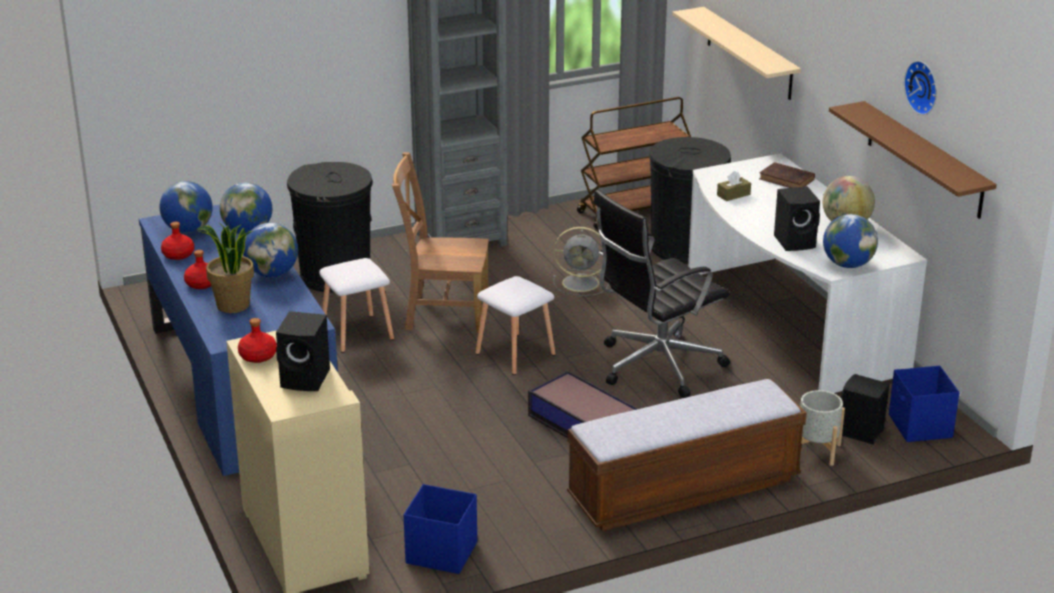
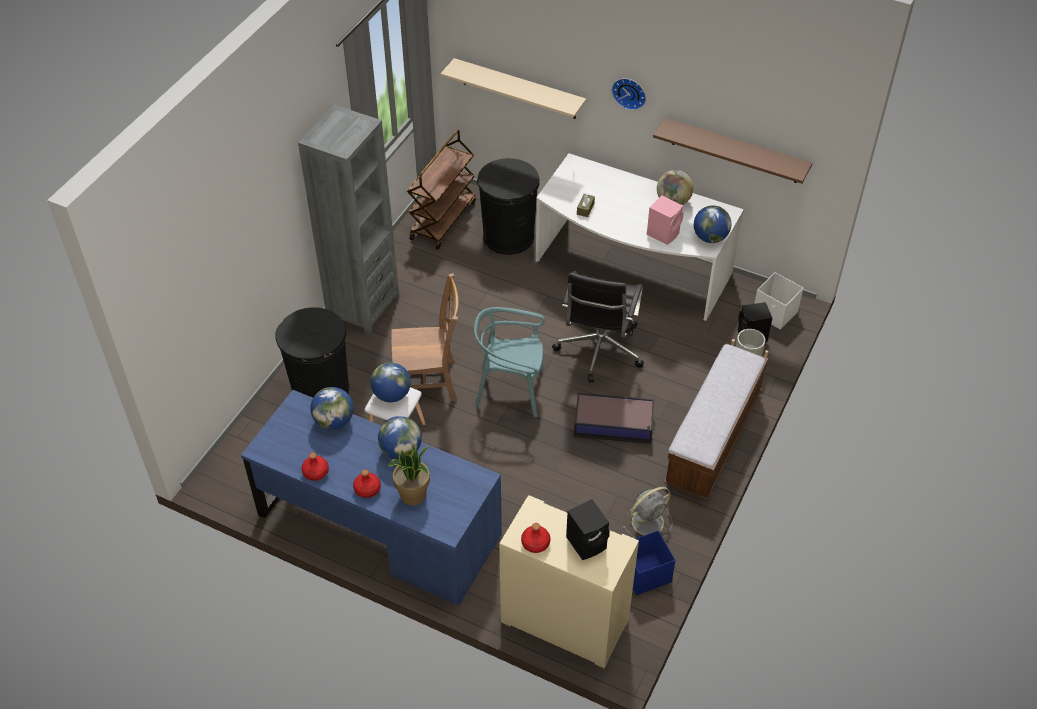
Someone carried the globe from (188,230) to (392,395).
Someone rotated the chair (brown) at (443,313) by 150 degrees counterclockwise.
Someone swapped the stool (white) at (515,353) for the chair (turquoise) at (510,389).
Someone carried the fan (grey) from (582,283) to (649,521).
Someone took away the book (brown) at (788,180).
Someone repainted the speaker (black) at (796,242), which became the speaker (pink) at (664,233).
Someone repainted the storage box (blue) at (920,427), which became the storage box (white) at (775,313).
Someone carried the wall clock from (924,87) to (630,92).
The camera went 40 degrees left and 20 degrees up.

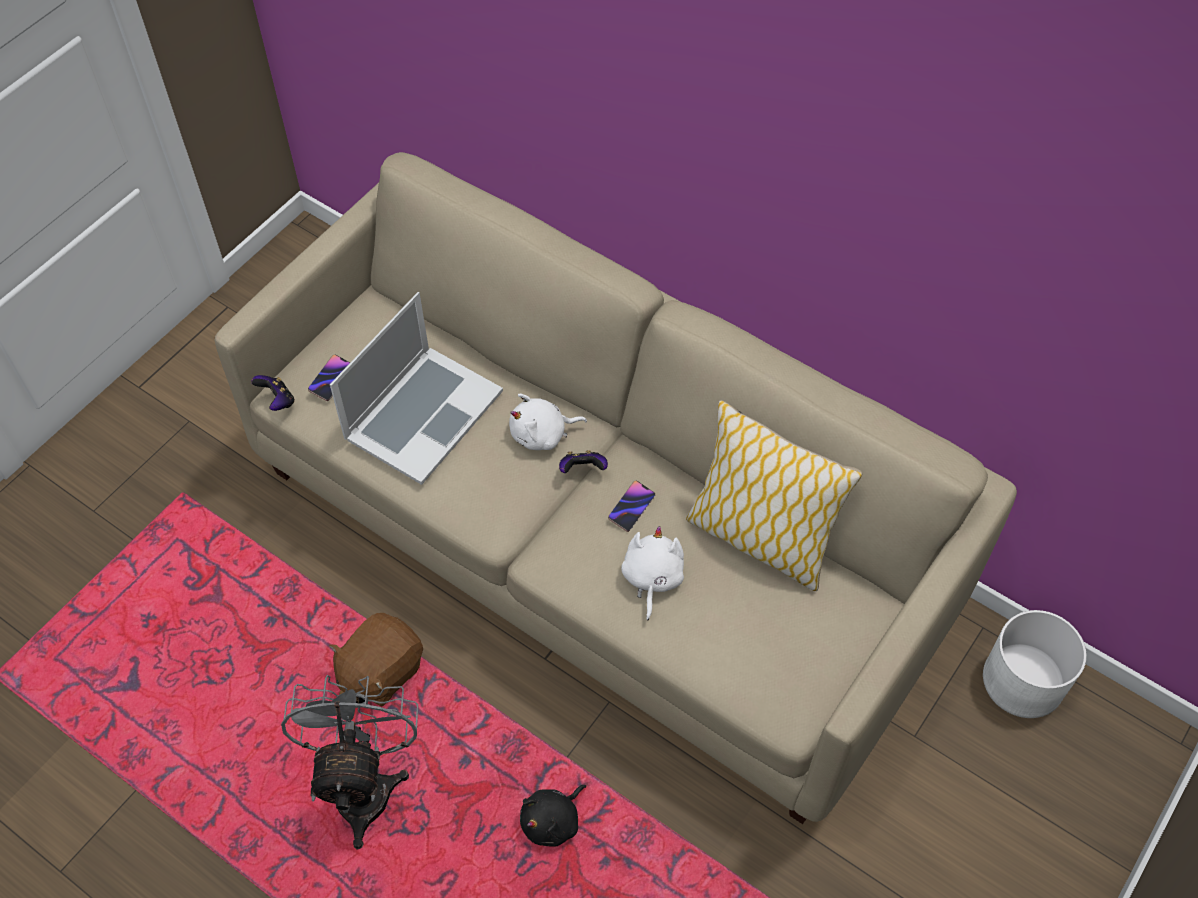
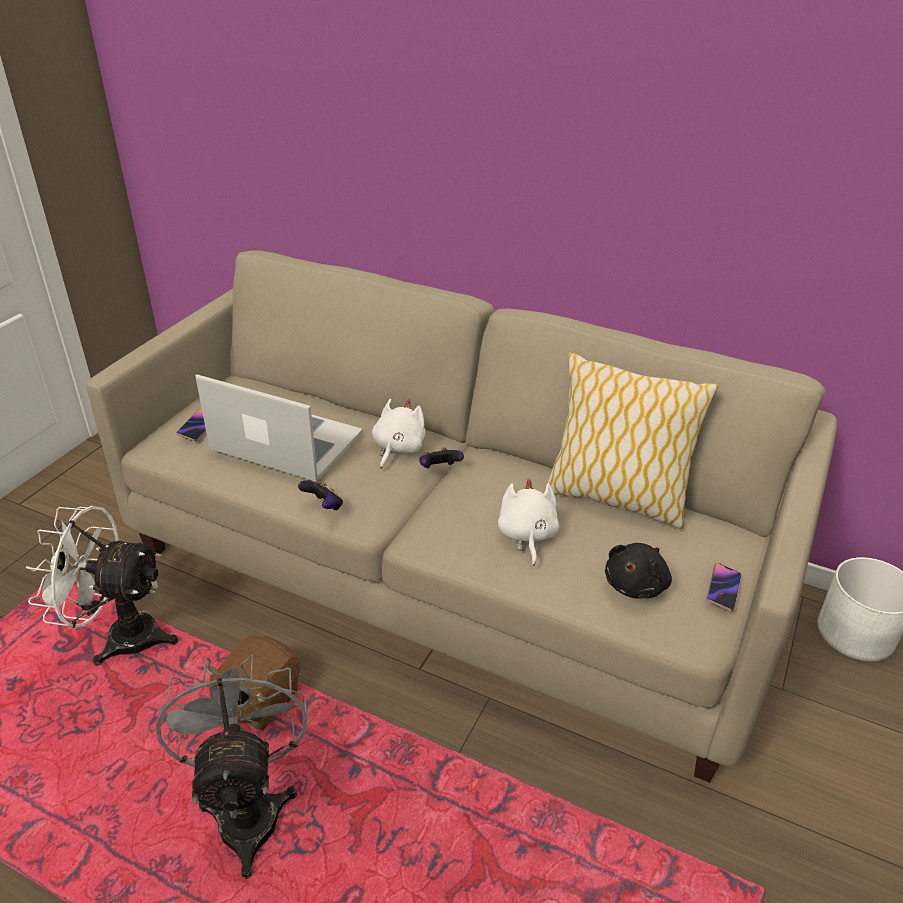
Someone carried the game controller from (277,401) to (324,507).
Someone rotated the laptop at (422,414) by 90 degrees counterclockwise.
Someone rotated the plush toy (white) at (542,434) by 135 degrees clockwise.
Someone carried the plush toy (black) from (553,821) to (637,584).
Someone carried the phone from (631,507) to (723,589).
Someone put down the fan (white) at (121,636).
The camera went 10 degrees left and 20 degrees down.

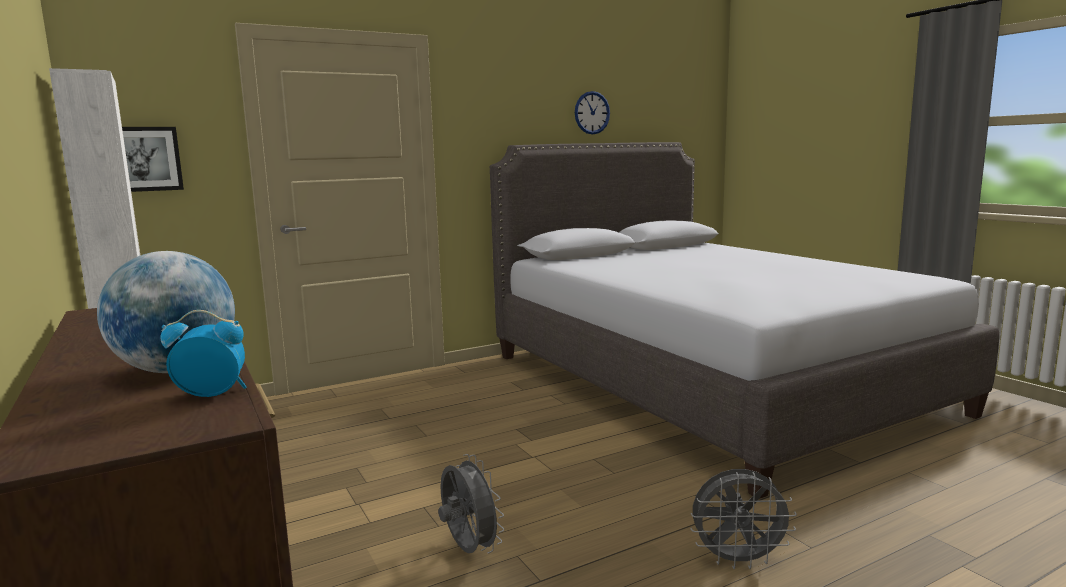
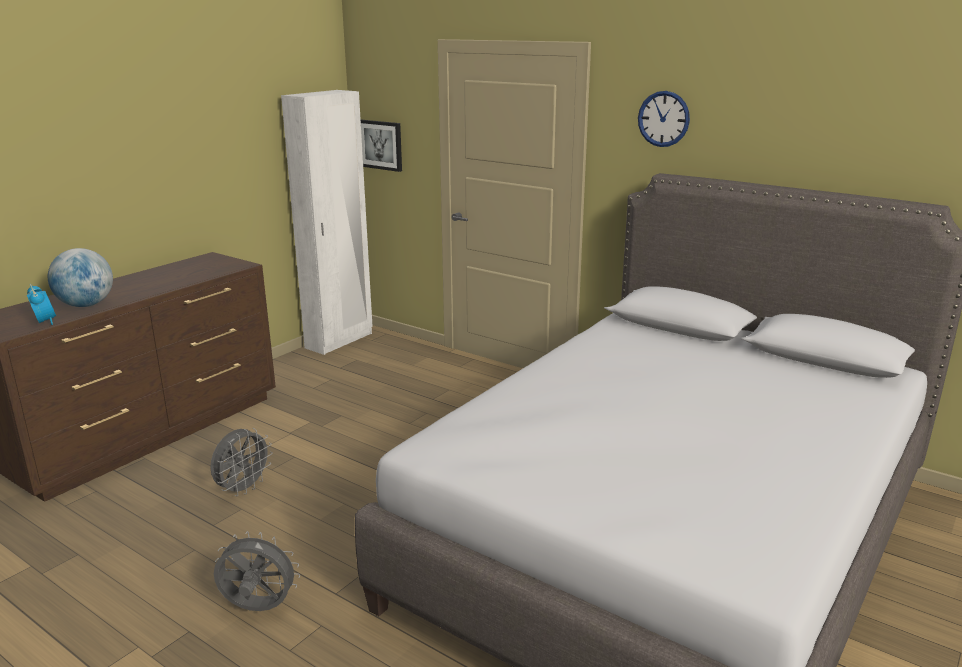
Someone carried the wall clock from (592,112) to (663,119).
Someone rotated the fan (grey) at (738,560) by 120 degrees clockwise.
The camera went 65 degrees right and 10 degrees up.

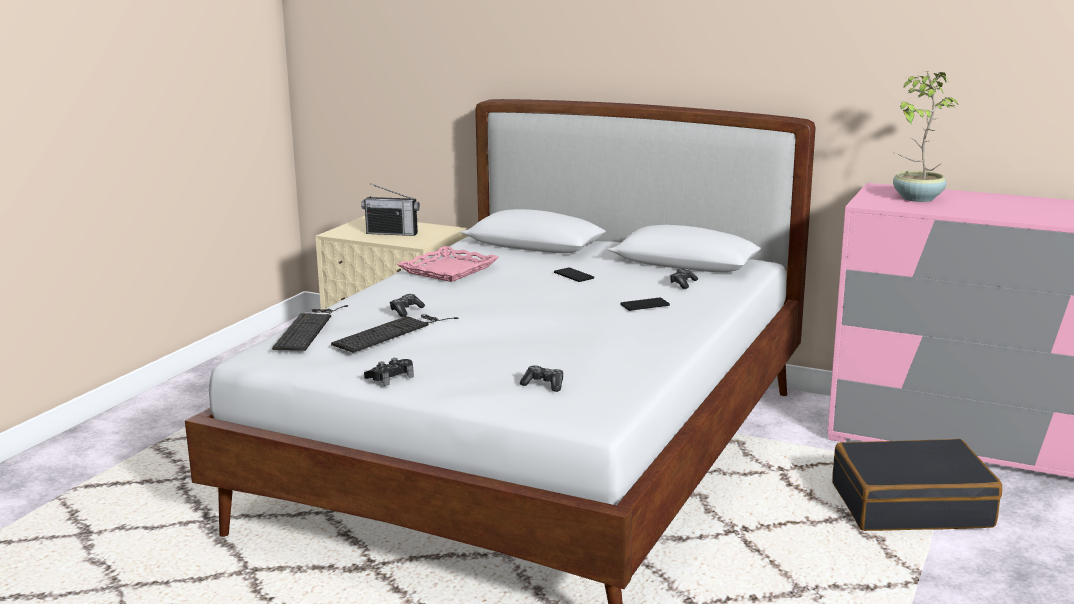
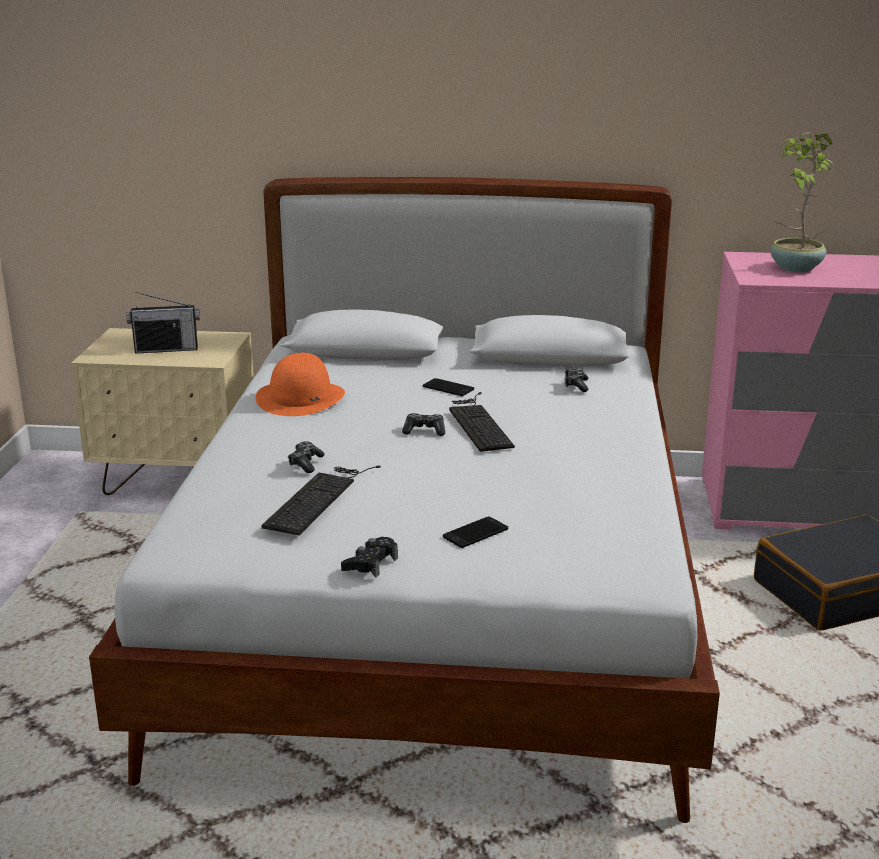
Someone carried the keyboard from (308,328) to (478,423).
Someone swapped the tray (pink) at (449,270) for the hat (orange) at (300,398).
Someone carried the game controller from (544,385) to (424,431).
Someone carried the phone from (645,305) to (475,533).
The camera went 20 degrees left and 5 degrees up.

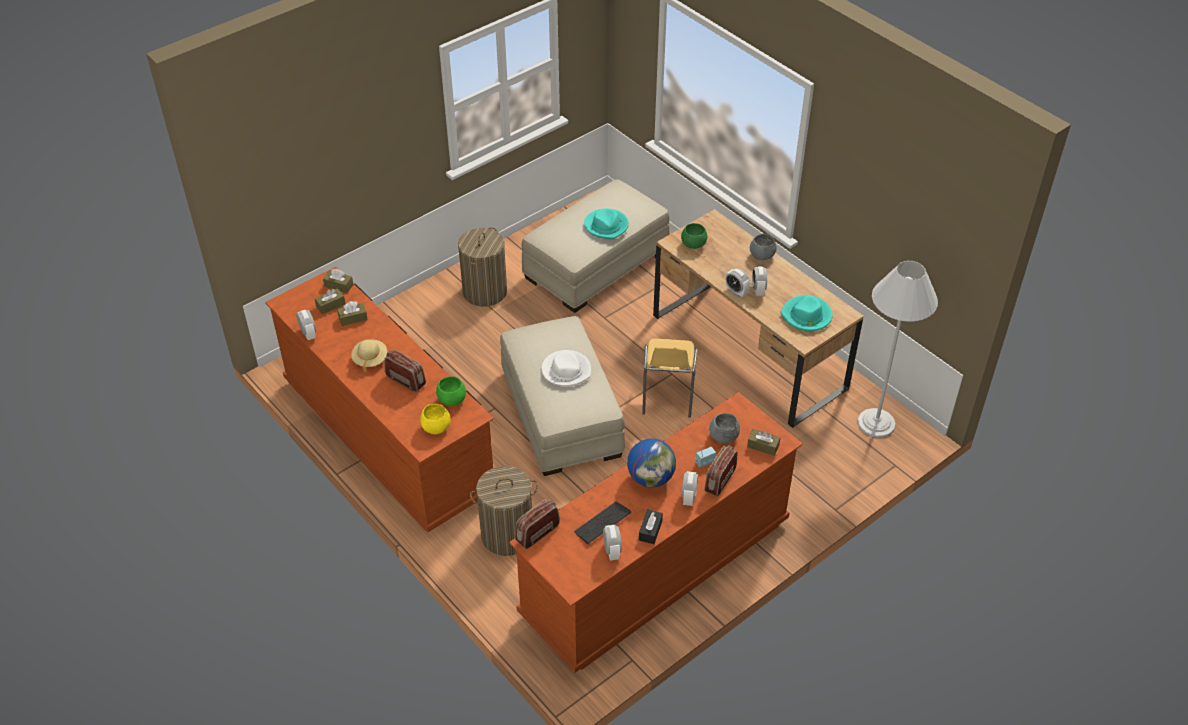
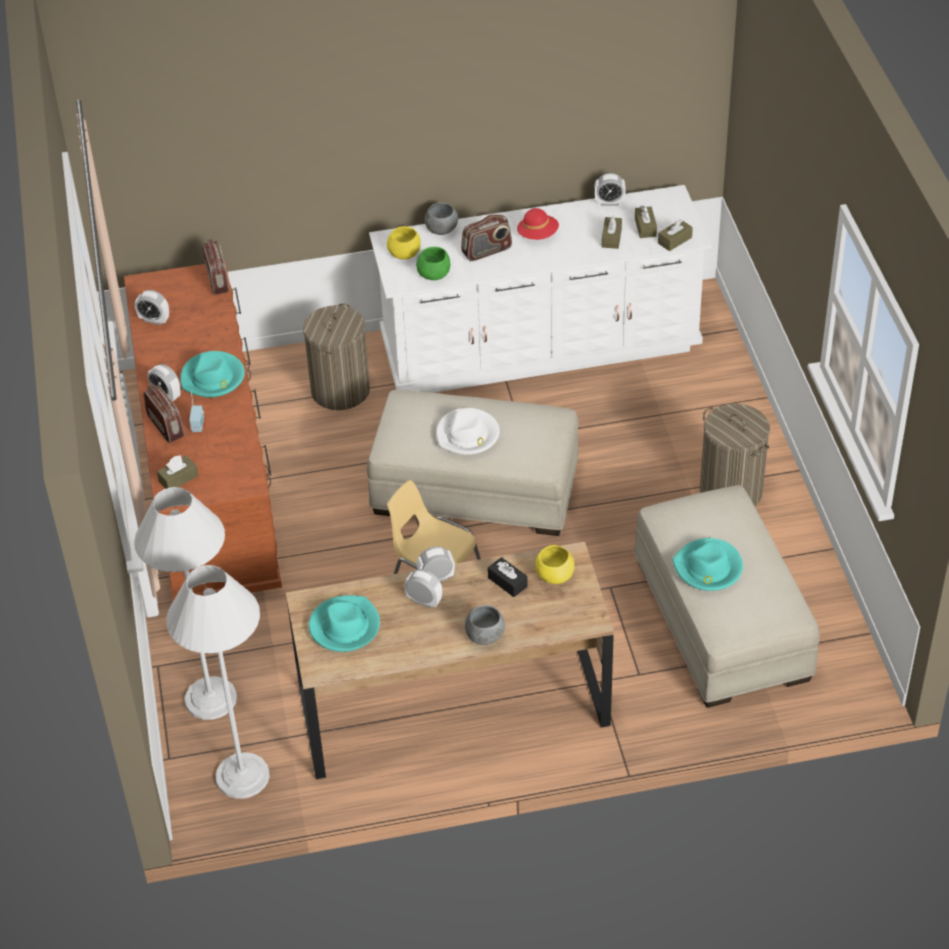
Someone repainted the dresser (brown) at (388,436), which became the dresser (white) at (540,344).
Someone repainted the hat (beige) at (370,359), which became the hat (red) at (538,235).
Someone took away the keyboard at (602,523).
Someone swapped the globe at (651,478) for the hat (turquoise) at (213,378).
Someone carried the tissue box (black) from (650,530) to (507,582).
Someone repainted the bowl (green) at (693,244), which became the bowl (yellow) at (554,575).
Someone carried the bowl (grey) from (724,437) to (441,230).
Someone put down the floor lamp (white) at (210,698).
The camera went 120 degrees right and 0 degrees up.

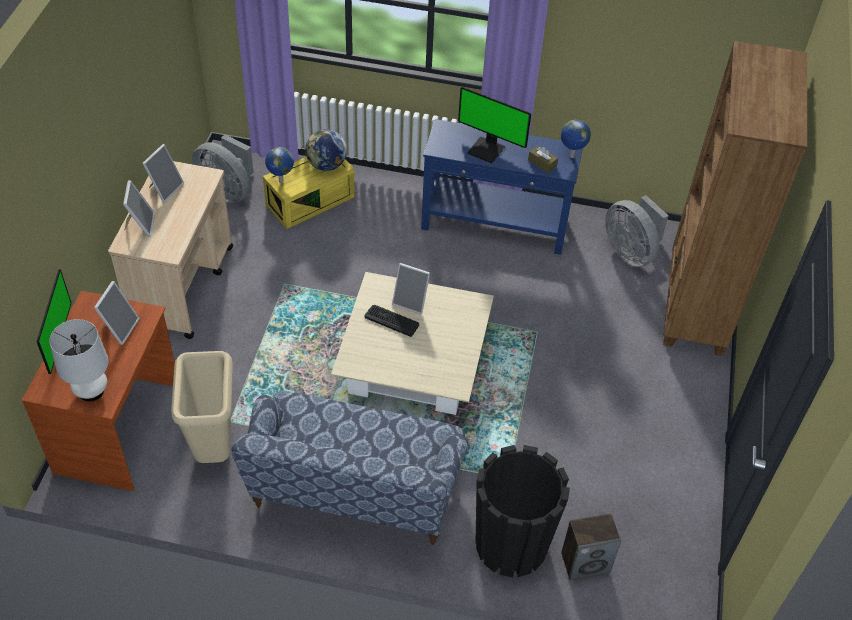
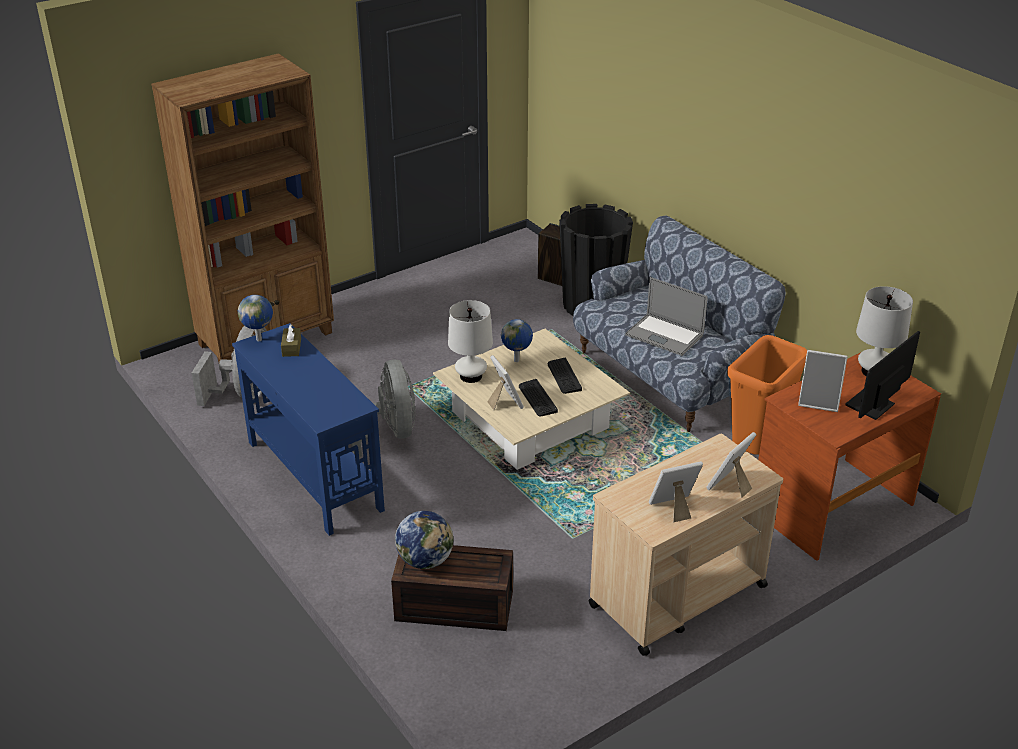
Someone rotated the picture frame at (119,328) by 135 degrees counterclockwise.
Someone repainted the trash can (beige) at (213,448), which became the trash can (orange) at (756,452).
Someone carried the fan (grey) from (227,191) to (389,433).
Someone repainted the storage box (yellow) at (310,199), which became the storage box (brown) at (452,606).
Someone carried the globe from (280,181) to (517,360).
Someone took away the monitor at (487,149).
Someone put down the table lamp (white) at (471,376).
Someone put down the keyboard at (564,376).
Someone put down the laptop at (664,335).
The camera went 135 degrees left and 15 degrees down.

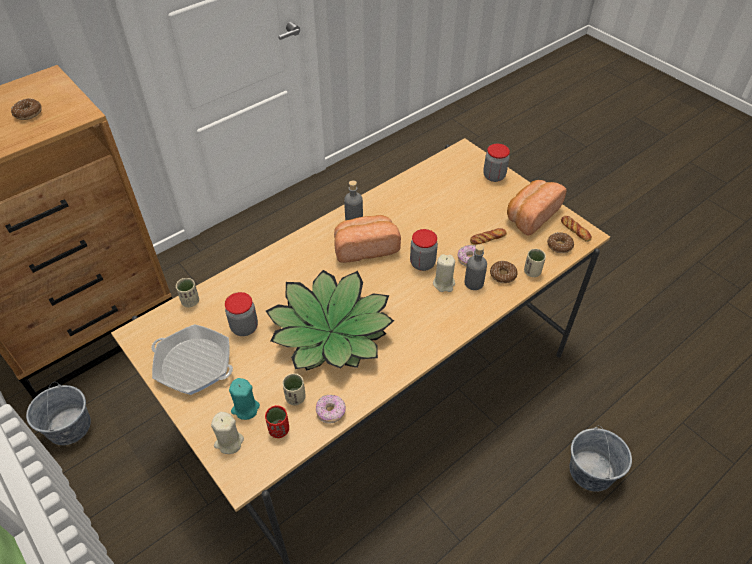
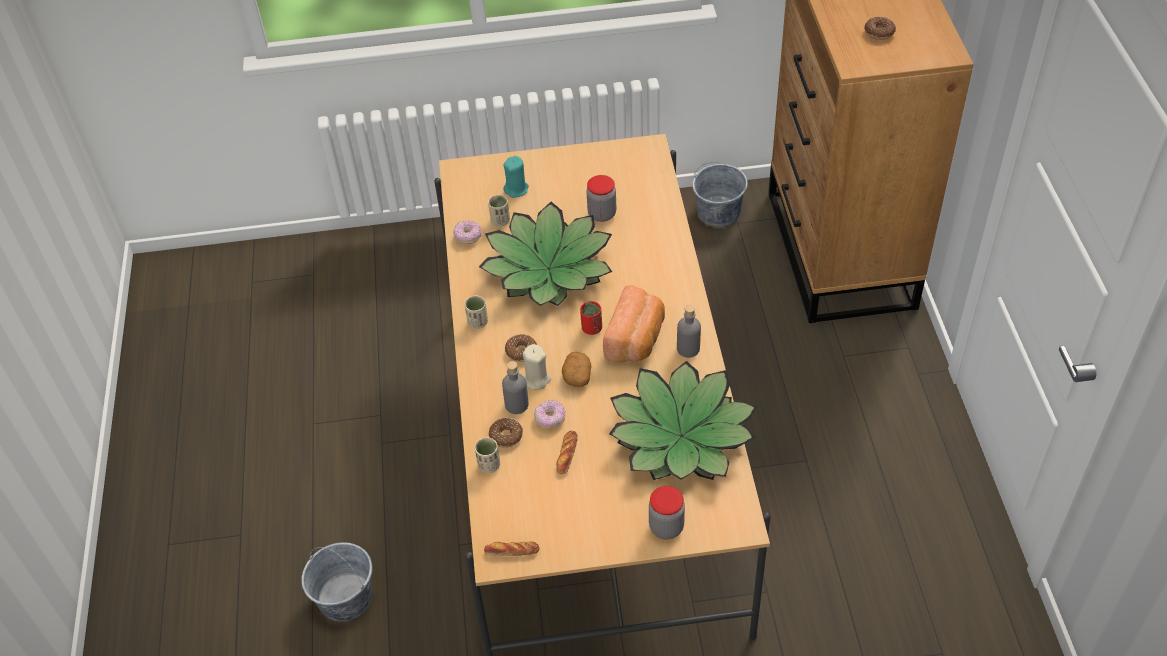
Someone took away the frying pan at (194,364).
Someone carried the cup (beige) from (190,301) to (478,322).
Someone took away the candle (beige) at (229,442).
Someone carried the cup (red) from (279,430) to (591,328).
Someone swapped the jar at (422,263) for the potato at (577,376).
Someone took away the bread at (530,215).
Someone carried the donut from (559,246) to (521,351).
Someone put down the potted plant at (681,435).
The camera went 125 degrees right and 0 degrees up.

